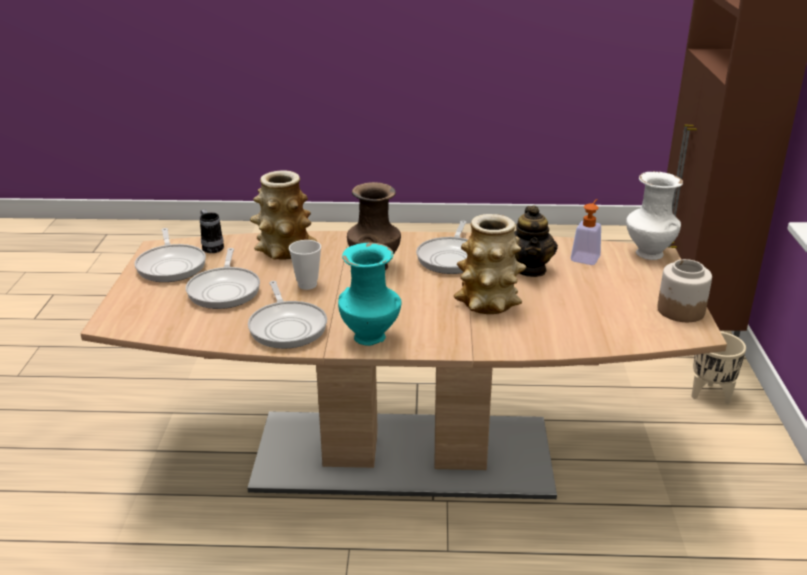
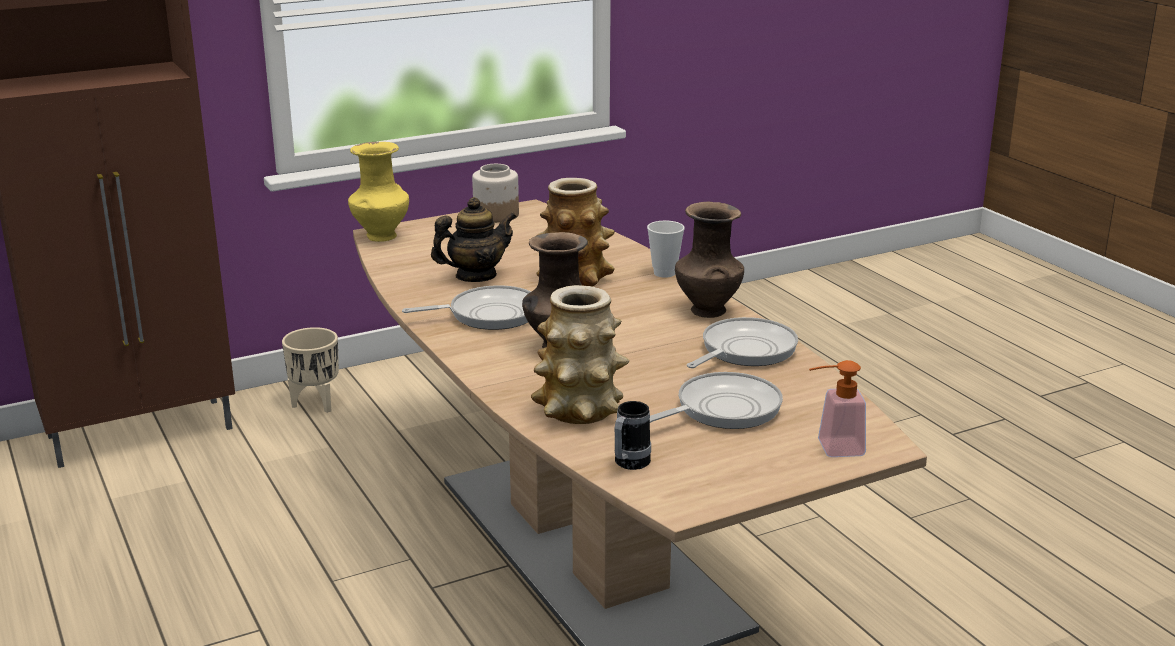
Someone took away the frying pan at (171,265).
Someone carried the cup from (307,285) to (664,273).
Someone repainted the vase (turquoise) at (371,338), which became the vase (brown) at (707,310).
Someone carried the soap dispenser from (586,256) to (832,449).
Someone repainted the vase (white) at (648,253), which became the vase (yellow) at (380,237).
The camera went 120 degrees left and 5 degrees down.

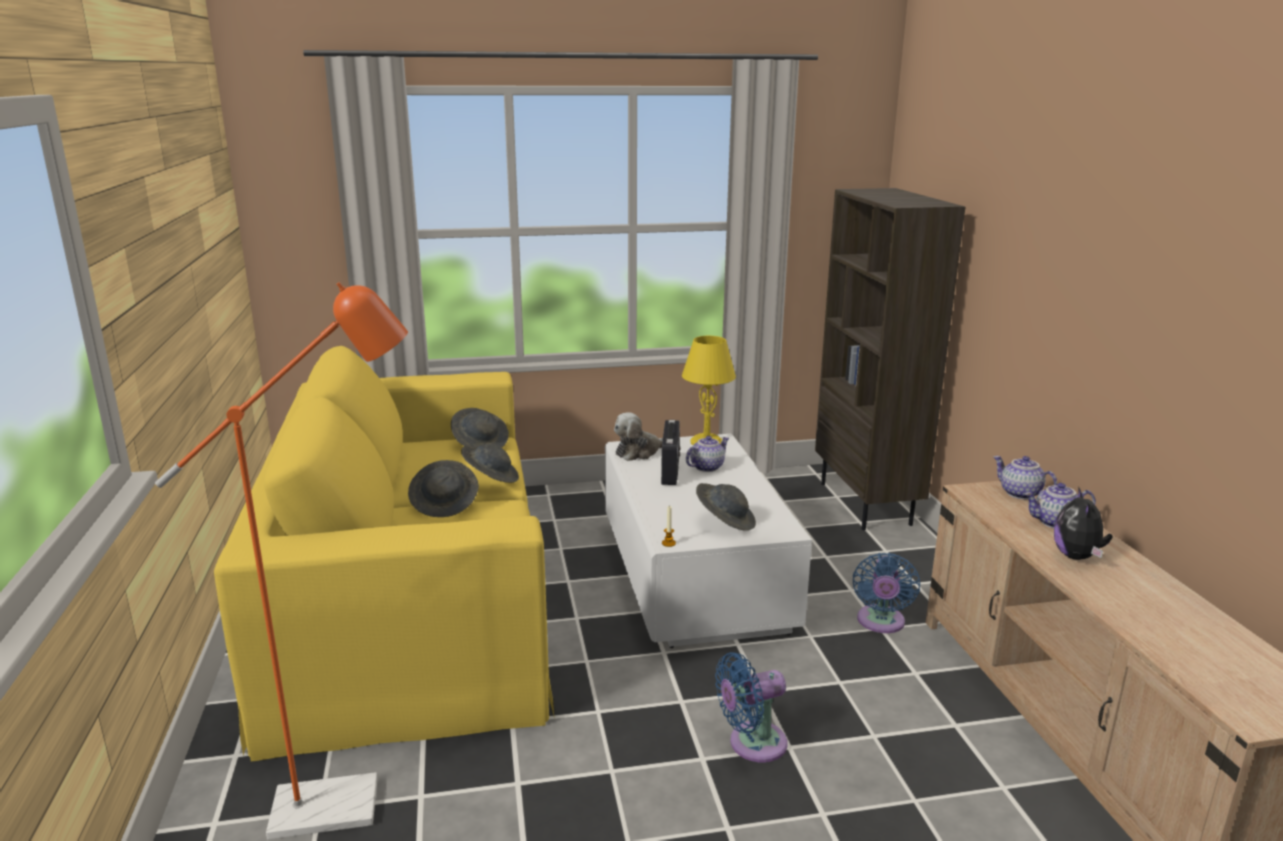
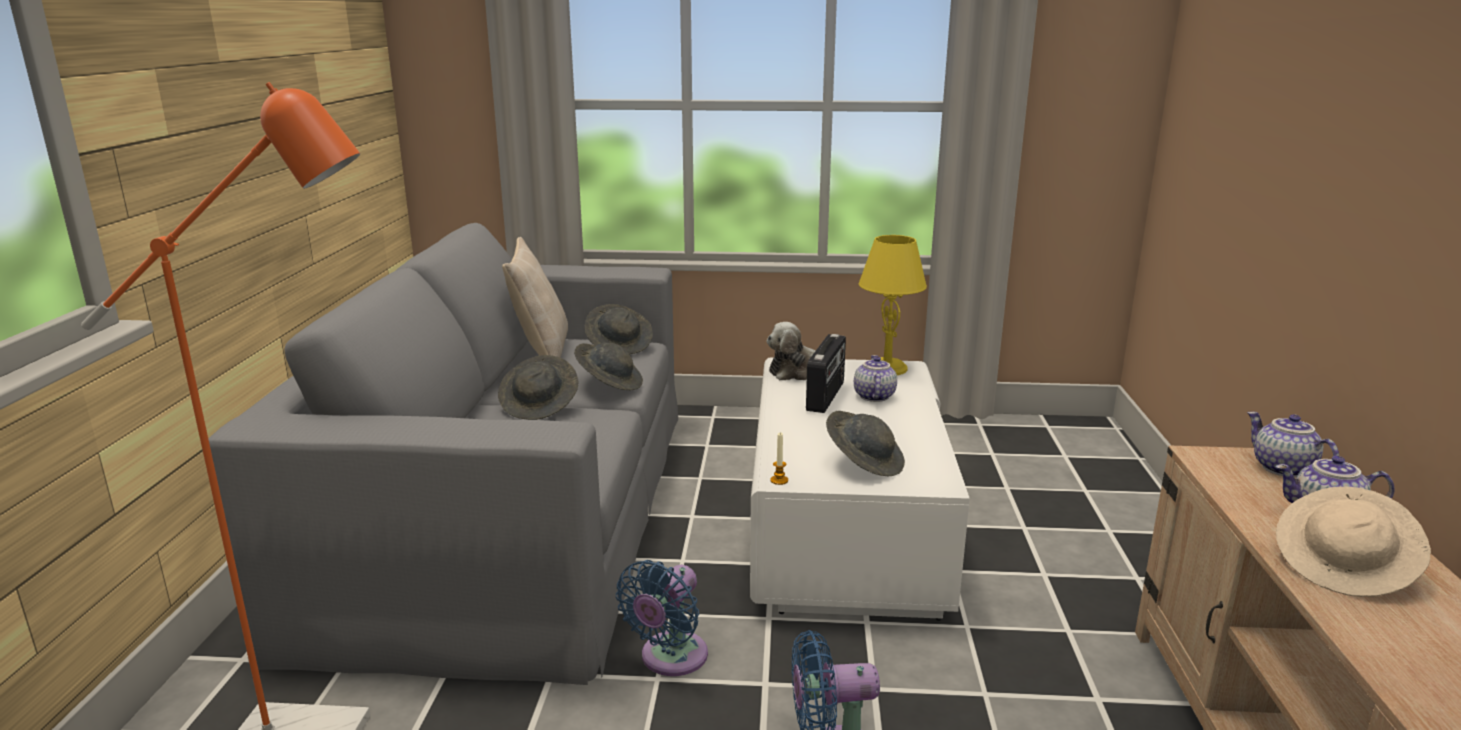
Someone repainted the sofa (yellow) at (411,598), which became the sofa (grey) at (511,512).
Someone rotated the teapot at (706,467) by 60 degrees counterclockwise.
Someone took away the bookcase (brown) at (866,504).
Someone carried the fan (blue) from (880,623) to (670,659).
Someone swapped the plush toy at (1077,557) for the hat (beige) at (1345,567).
Someone put down the pillow (beige) at (541,351).
The camera went 15 degrees right and 0 degrees up.

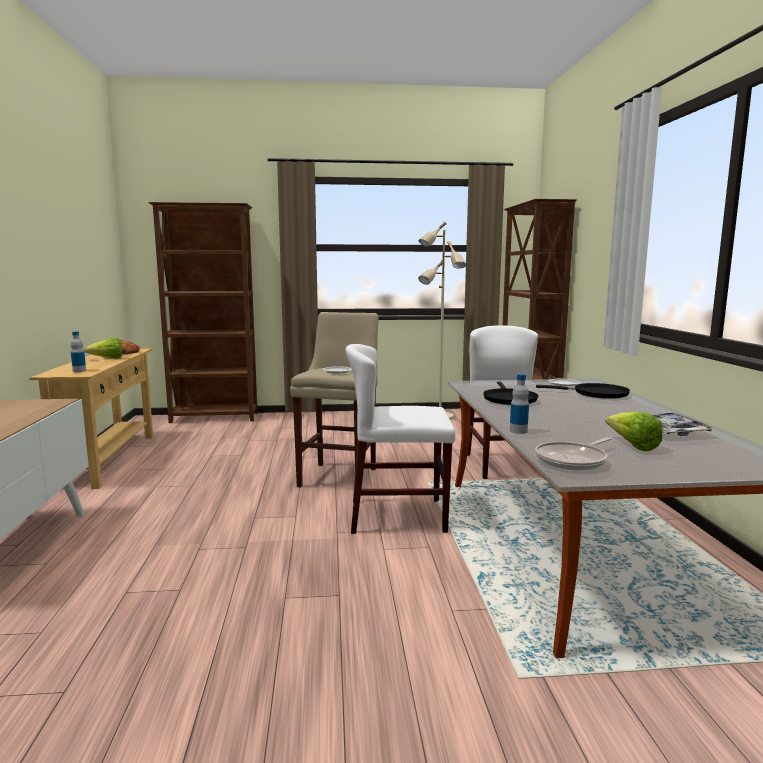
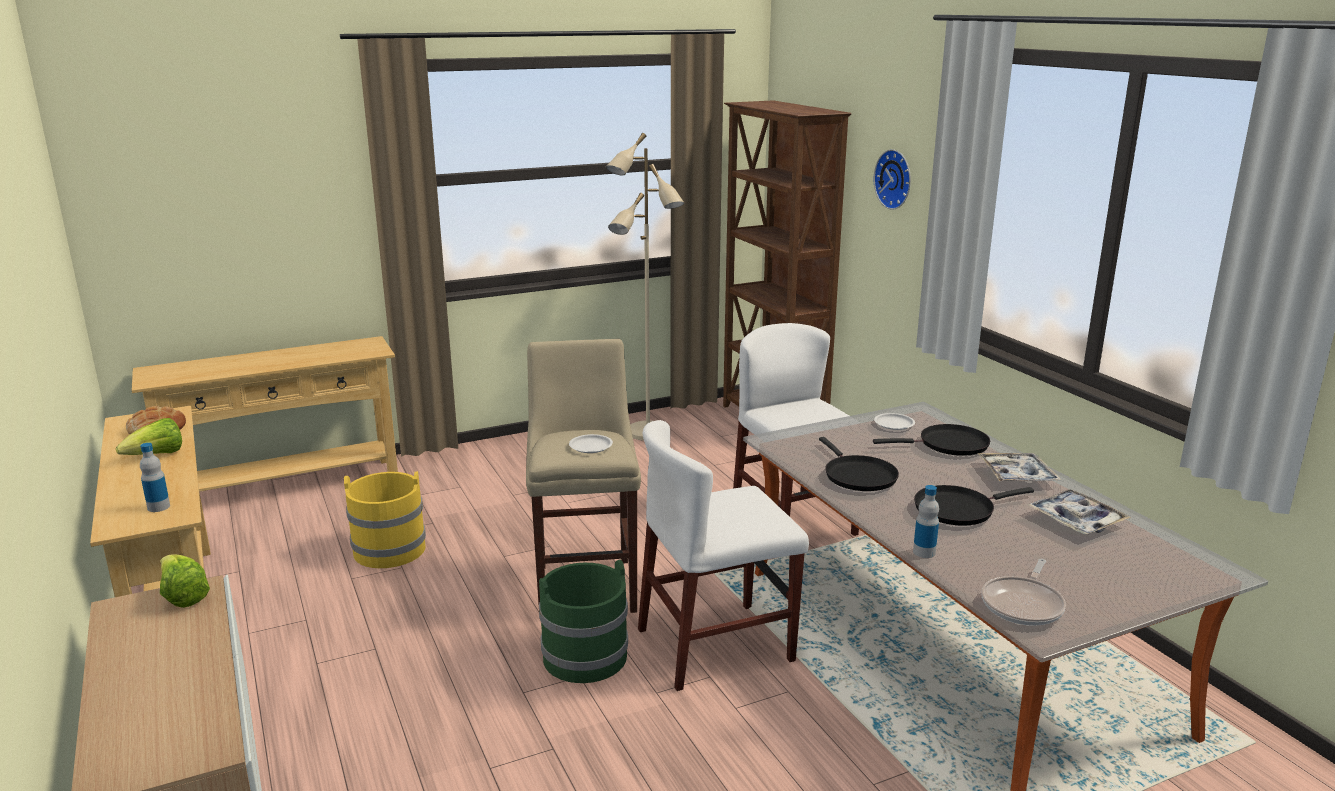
Someone swapped the bookcase (brown) at (215,418) for the console table (beige) at (285,487).
Someone carried the lettuce from (632,446) to (183,596).
Someone put down the bucket (yellow) at (390,549).
Someone put down the bucket (green) at (585,656).
Someone put up the wall clock at (895,179).
Someone put down the frying pan (black) at (958,509).
Someone put down the tray at (1017,475).
The camera went 20 degrees left and 10 degrees up.

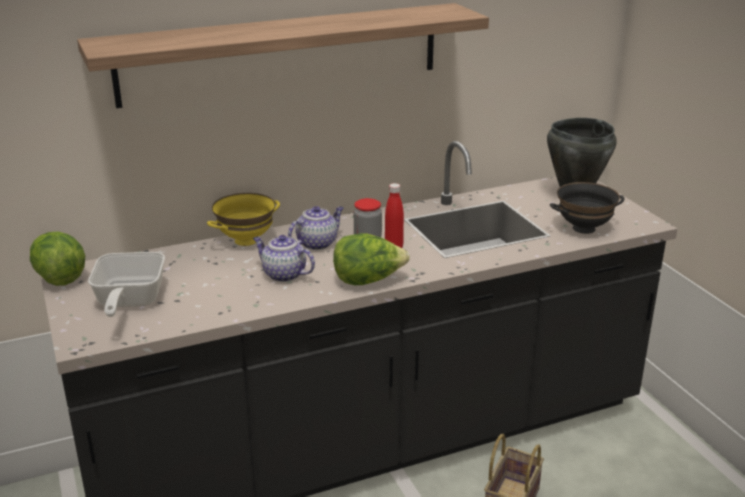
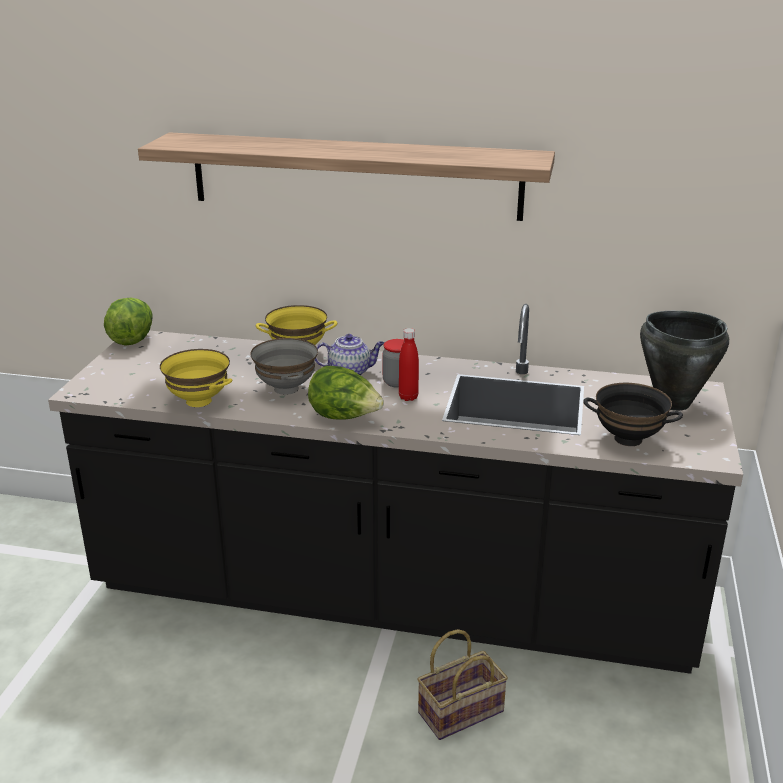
Someone took away the frying pan at (128,302).
Someone swapped the teapot at (283,274) for the bowl (grey) at (285,389).
Someone put down the bowl (yellow) at (199,401).
The camera went 35 degrees right and 0 degrees up.

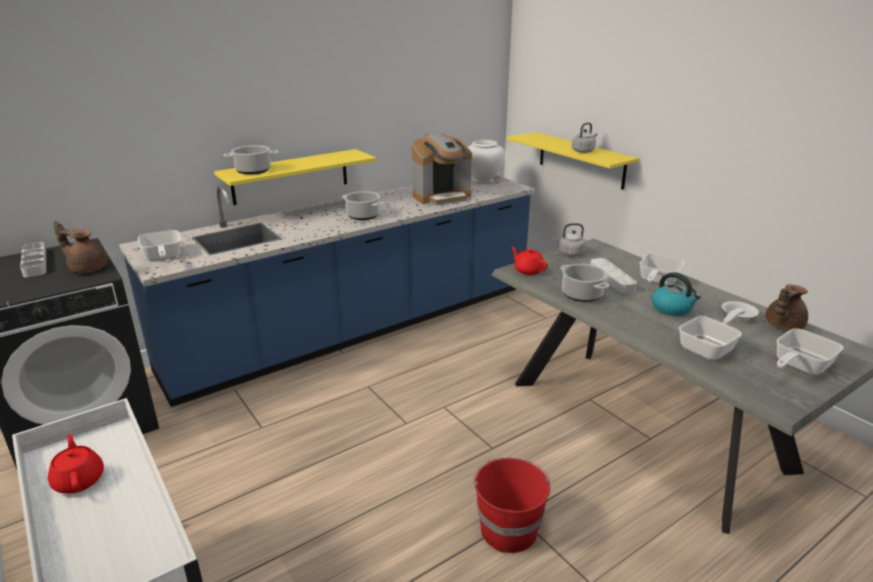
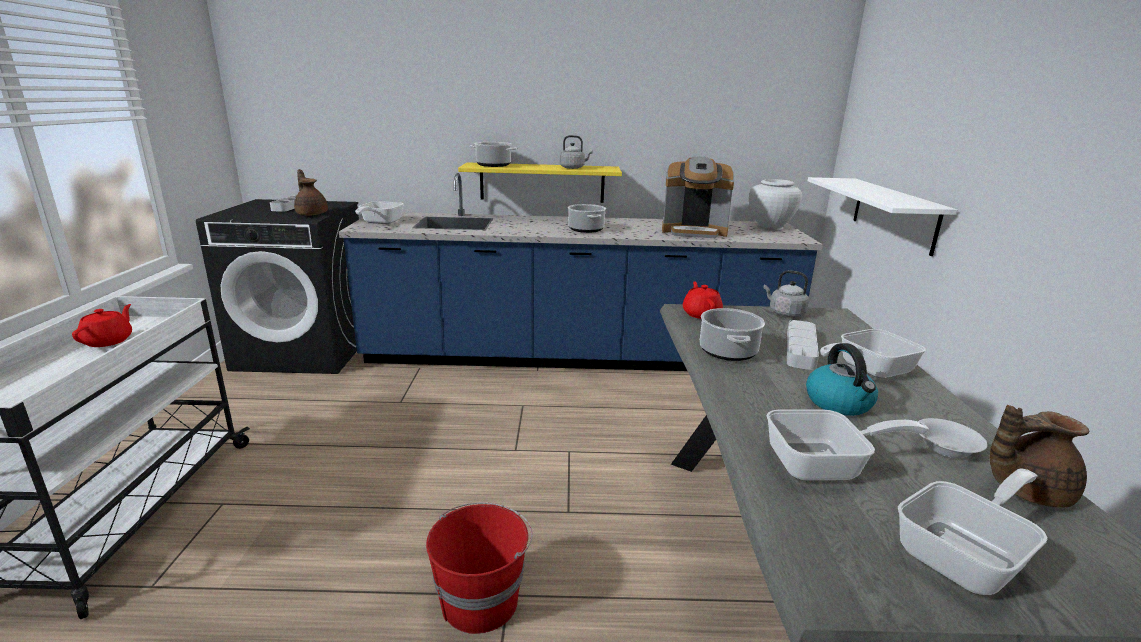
Someone repainted the shelf (yellow) at (581,160), which became the shelf (white) at (893,214).
Someone carried the kettle (grey) from (583,151) to (573,168).
Someone rotated the frying pan at (798,366) by 150 degrees clockwise.
The camera went 35 degrees right and 5 degrees down.

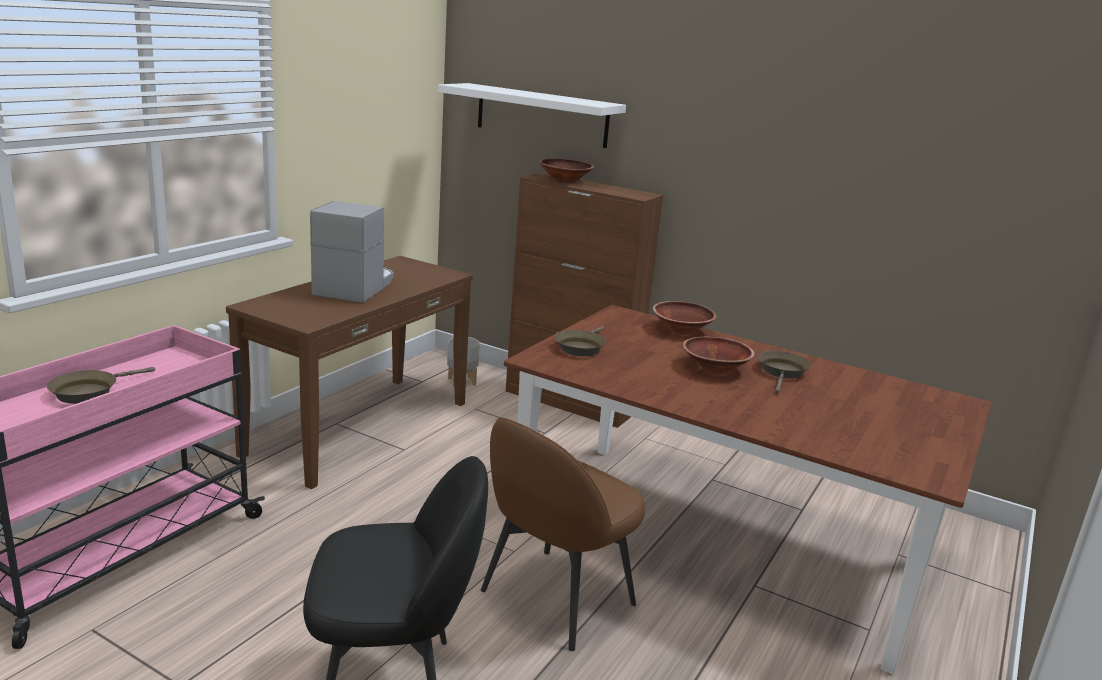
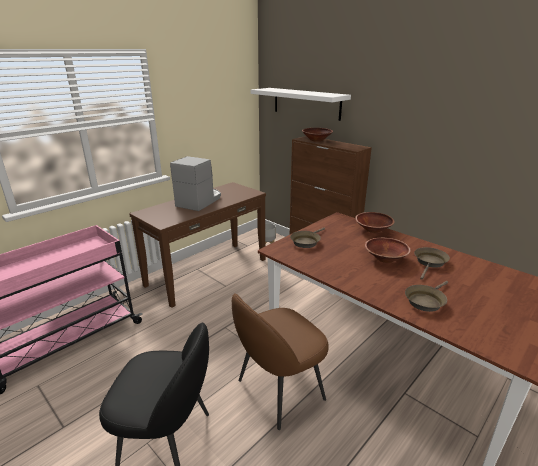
Someone carried the frying pan (brown) from (89,392) to (425,300).
The camera went 15 degrees right and 5 degrees up.

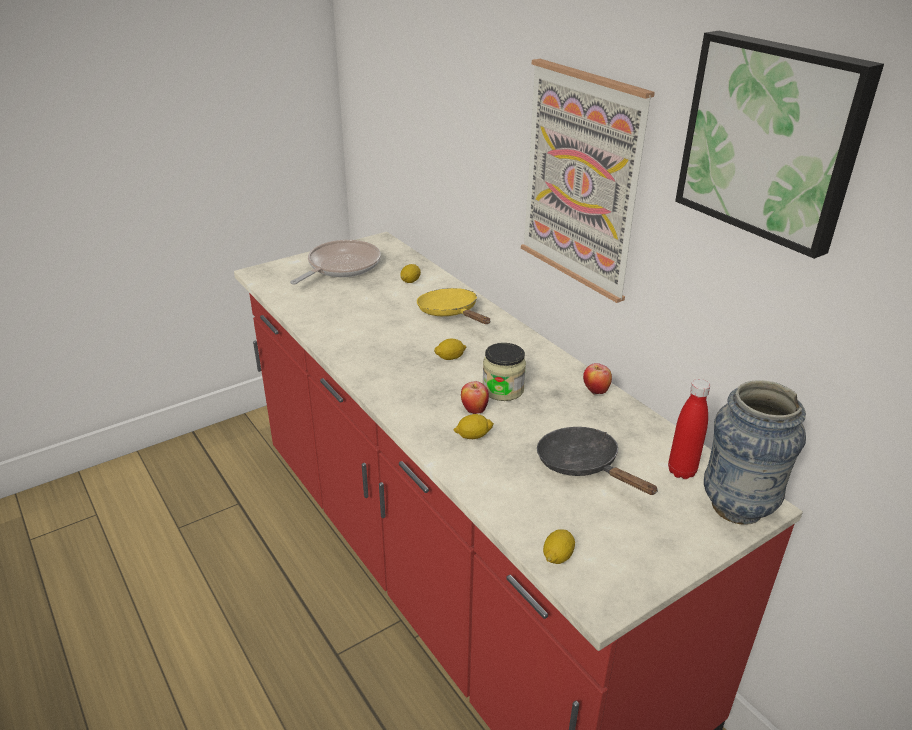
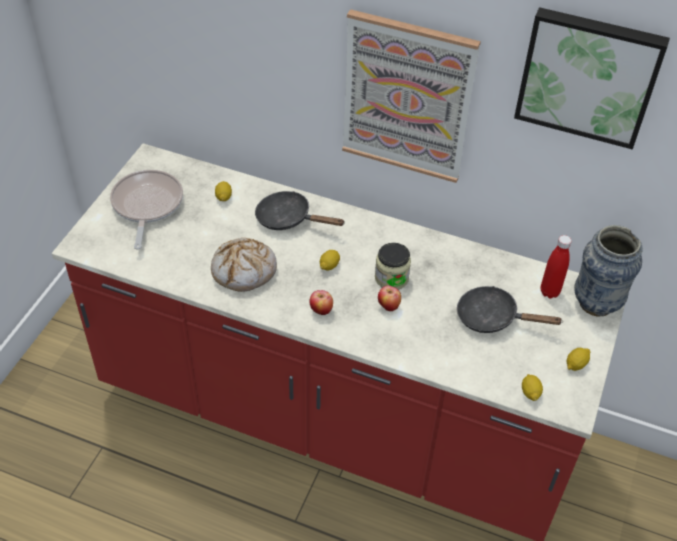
Someone repainted the frying pan (yellow) at (451,313), which became the frying pan (black) at (288,219).
Someone carried the lemon from (473,436) to (576,364).
Someone carried the apple from (595,391) to (321,311).
Someone put down the bread at (244,270).
The camera went 35 degrees left and 15 degrees up.

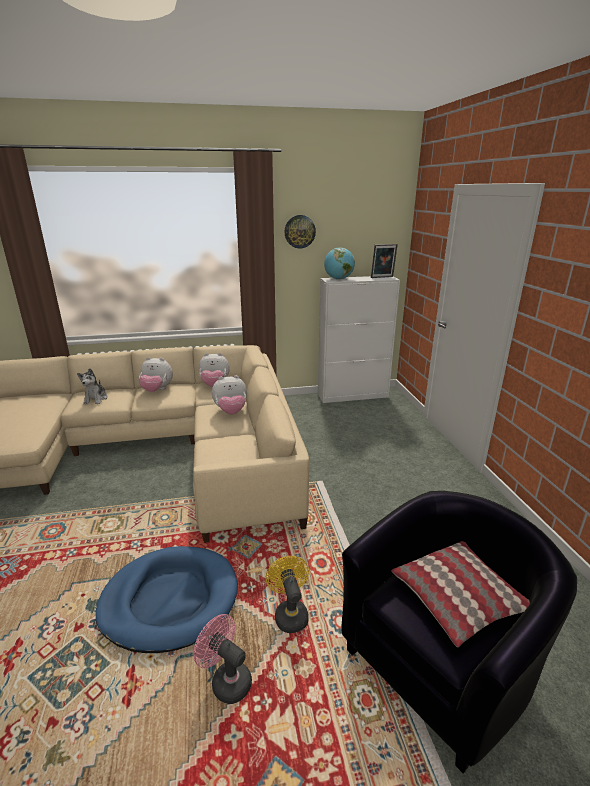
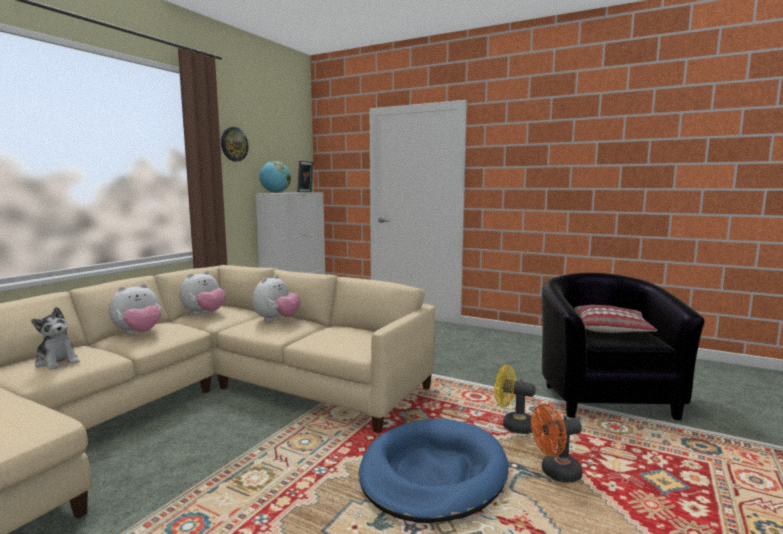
Someone repainted the fan (pink) at (226,680), which became the fan (orange) at (555,473).
The camera went 50 degrees left and 15 degrees down.

